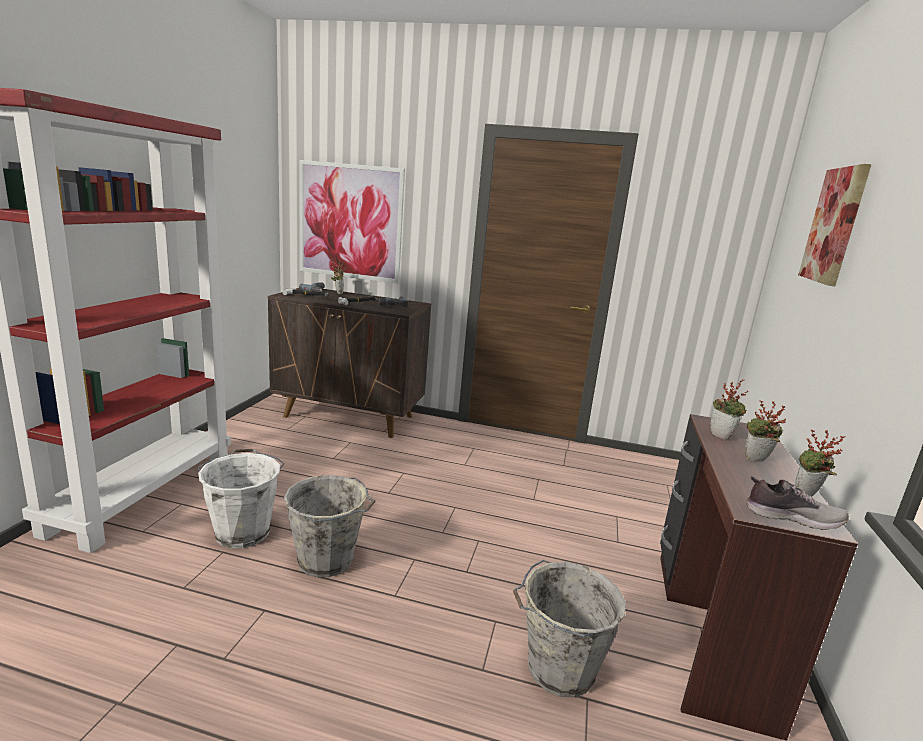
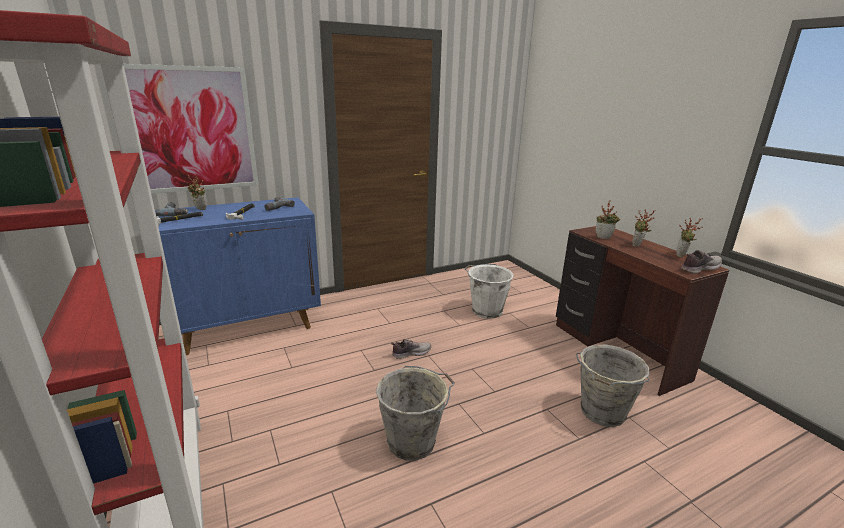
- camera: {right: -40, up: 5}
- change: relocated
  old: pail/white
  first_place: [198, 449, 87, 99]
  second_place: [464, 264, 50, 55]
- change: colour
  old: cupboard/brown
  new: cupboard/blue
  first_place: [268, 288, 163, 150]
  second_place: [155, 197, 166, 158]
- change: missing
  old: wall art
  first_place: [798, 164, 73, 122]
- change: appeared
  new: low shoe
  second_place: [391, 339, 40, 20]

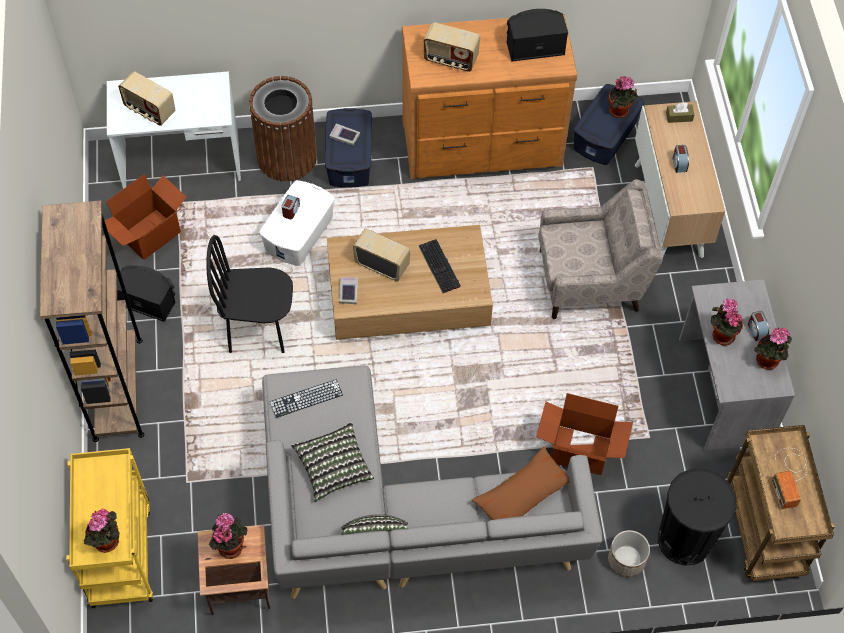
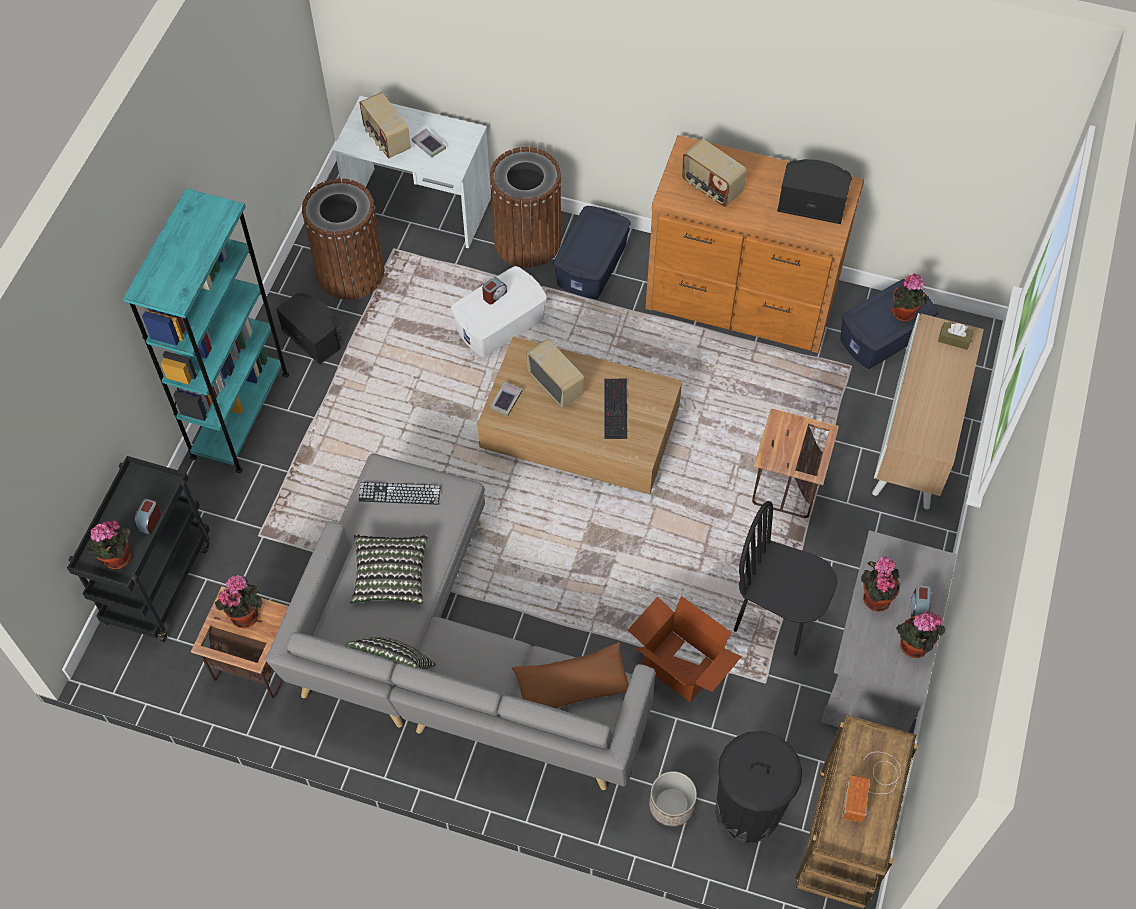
- camera: {right: 25, up: 0}
- change: colour
  old: bookshelf/brown
  new: bookshelf/blue-green
  first_place: [40, 200, 104, 242]
  second_place: [123, 189, 166, 284]
- change: colour
  old: wheeled cart/yellowish
  new: wheeled cart/black
  first_place: [66, 448, 87, 160]
  second_place: [67, 456, 143, 186]
- change: exchanged
  old: packing box
  new: waste bin/brown
  first_place: [104, 174, 83, 86]
  second_place: [302, 178, 82, 122]
- change: relocated
  old: plain chair/black
  first_place: [206, 235, 87, 118]
  second_place: [734, 501, 103, 155]
- change: relocated
  old: book
  first_place: [330, 123, 30, 23]
  second_place: [412, 128, 34, 29]
- change: exchanged
  old: easy chair/beige-coloured
  new: end table
  first_place: [538, 179, 125, 140]
  second_place: [752, 408, 87, 110]
- change: relocated
  old: table clock
  first_place: [673, 145, 16, 28]
  second_place: [134, 499, 27, 36]

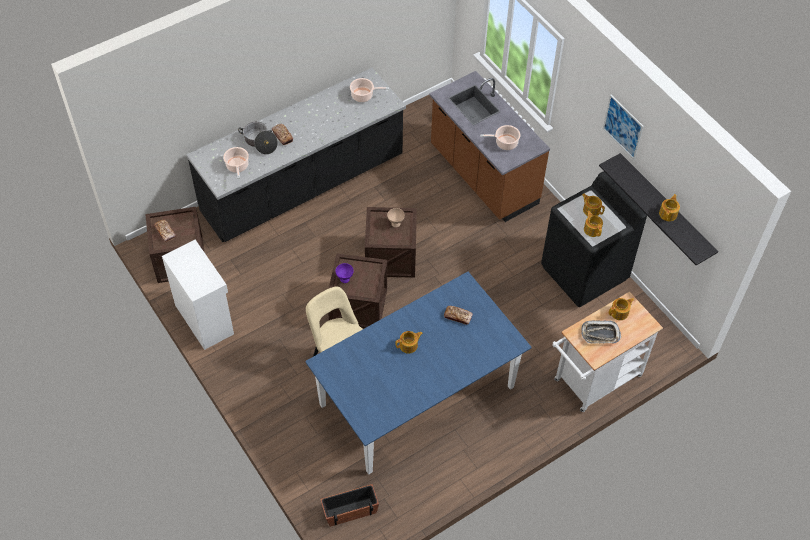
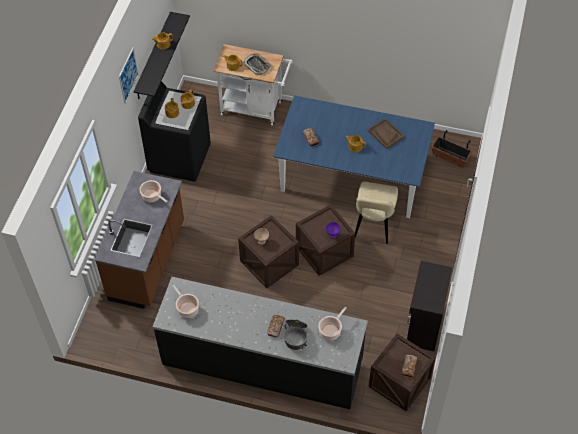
- camera: {right: -130, up: 0}
- change: colour
  old: cupboard/white
  new: cupboard/black
  first_place: [162, 240, 72, 110]
  second_place: [407, 261, 45, 90]
- change: appeared
  new: tray/brown
  second_place: [368, 118, 37, 31]

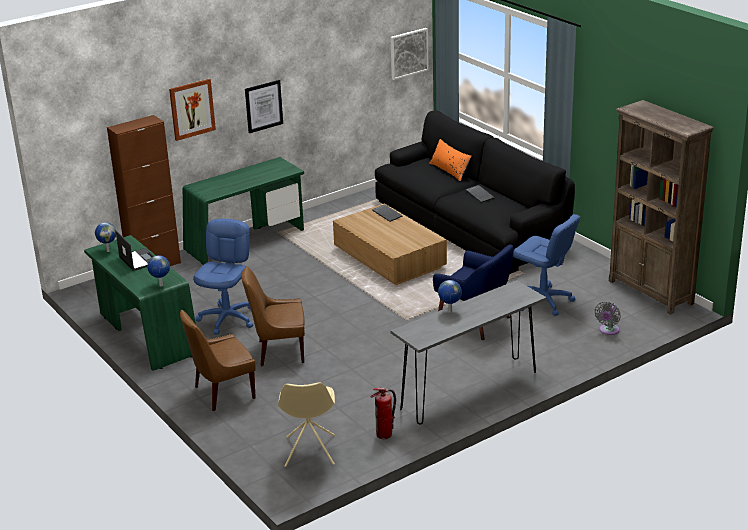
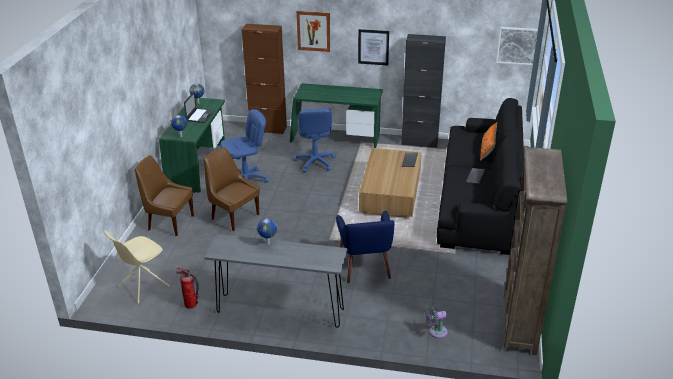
- camera: {right: 45, up: 5}
- change: relocated
  old: desk chair/blue
  first_place: [513, 214, 68, 102]
  second_place: [293, 108, 43, 65]
- change: appeared
  new: cupboard/black
  second_place: [401, 34, 45, 114]

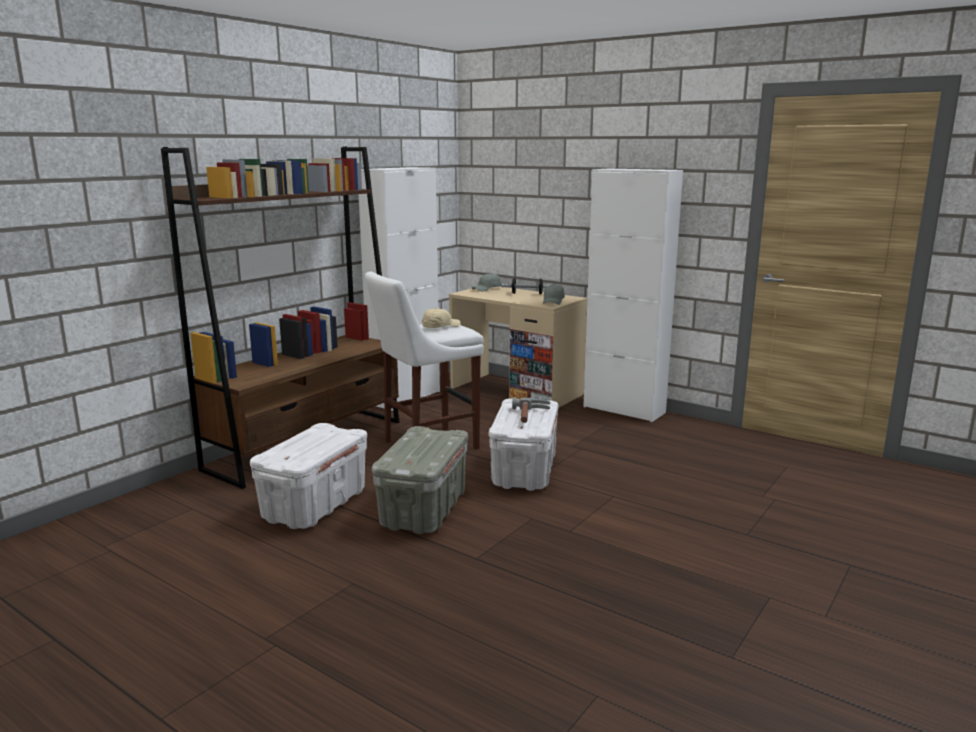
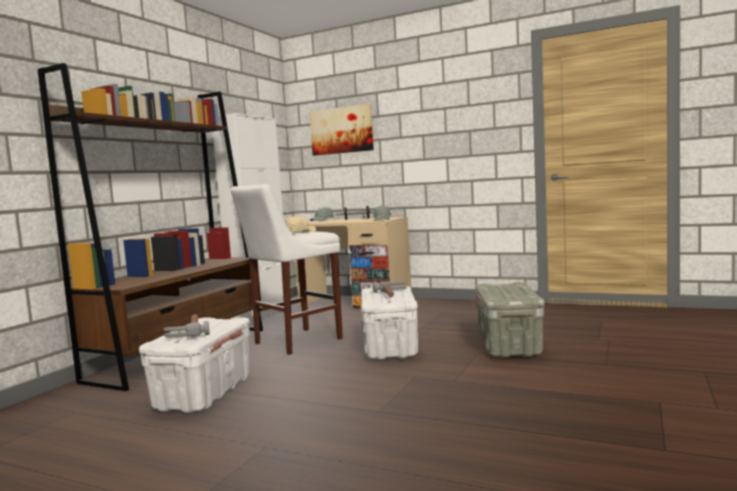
- camera: {right: -10, up: -10}
- change: relocated
  old: storage container/grey
  first_place: [372, 426, 96, 108]
  second_place: [475, 282, 70, 76]
- change: missing
  old: cupboard/white
  first_place: [583, 168, 100, 254]
- change: appeared
  new: tool hammer
  second_place: [163, 314, 47, 23]
- change: appeared
  new: wall art
  second_place: [310, 104, 64, 52]

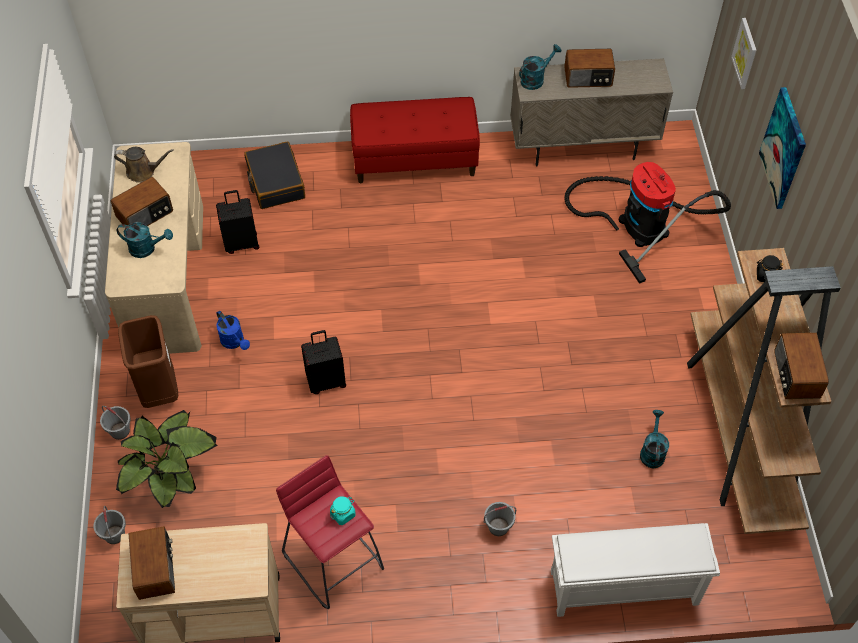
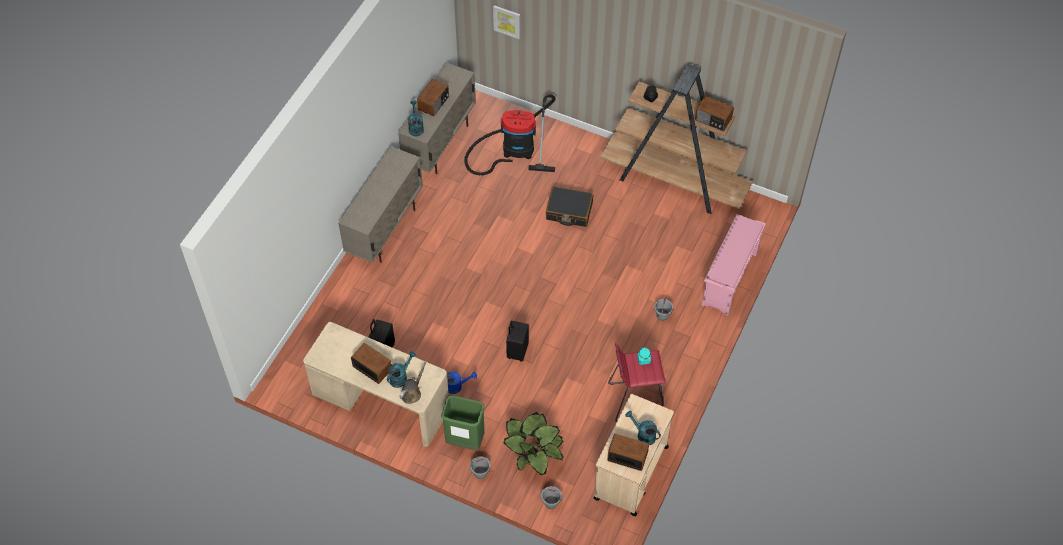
- camera: {right: -60, up: 0}
- change: spun
  old: radio
  first_place: [110, 177, 63, 49]
  second_place: [351, 343, 41, 41]
  degrees: -45
- change: relocated
  old: watering pot/brown
  first_place: [114, 147, 60, 36]
  second_place: [399, 361, 28, 43]
- change: colour
  old: waste bin/brown
  new: waste bin/green
  first_place: [118, 315, 60, 93]
  second_place: [441, 396, 44, 54]
- change: relocated
  old: travel case/black
  first_place: [244, 142, 61, 67]
  second_place: [546, 186, 47, 41]
- change: exchanged
  old: indoor bench/reddish
  new: cupboard/beige-coloured
  first_place: [350, 97, 130, 86]
  second_place: [338, 146, 85, 117]
- change: colour
  old: shoe stand/white
  new: shoe stand/pink-coloured
  first_place: [551, 523, 169, 94]
  second_place: [701, 214, 65, 102]
- change: relocated
  old: watering pot/blue-green
  first_place: [640, 410, 29, 58]
  second_place: [625, 411, 36, 34]
- change: missing
  old: wall art
  first_place: [759, 87, 47, 122]

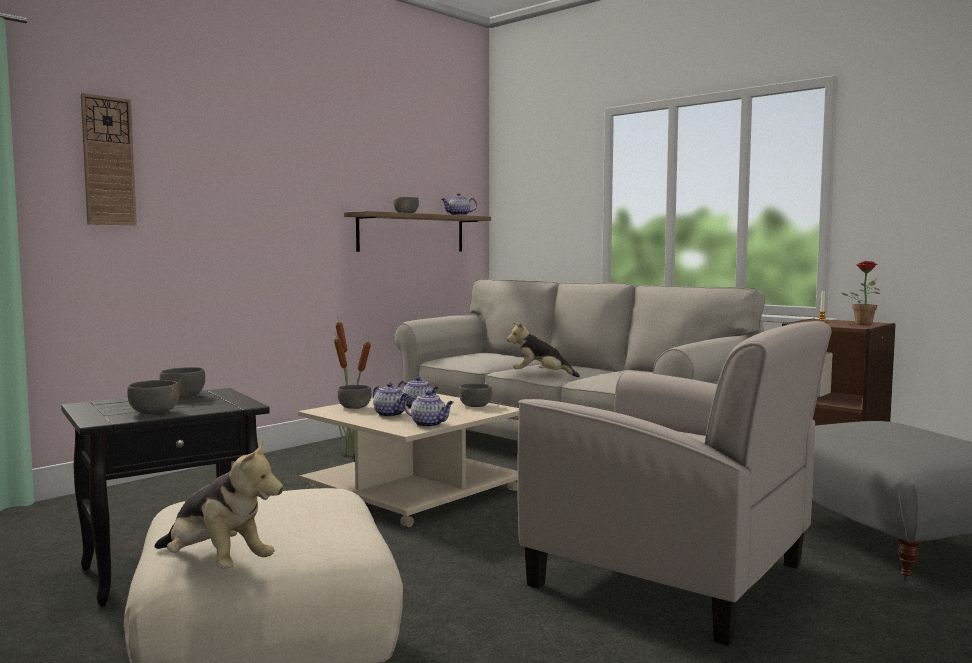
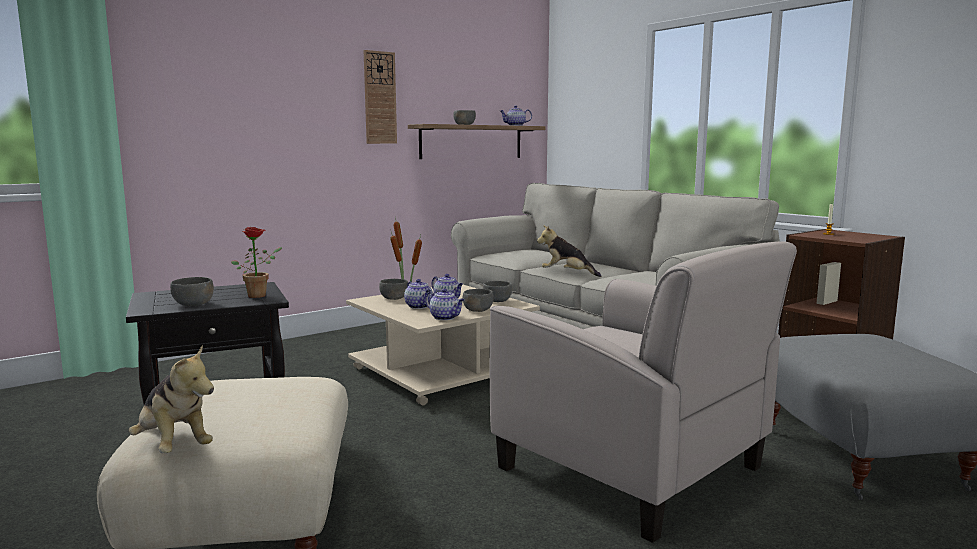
- camera: {right: 10, up: 5}
- change: relocated
  old: hanging clock
  first_place: [81, 93, 56, 132]
  second_place: [364, 50, 33, 94]
- change: relocated
  old: serving bowl/grey
  first_place: [159, 367, 46, 31]
  second_place: [463, 289, 31, 23]
- change: relocated
  old: potted plant
  first_place: [841, 261, 39, 64]
  second_place: [231, 227, 51, 71]

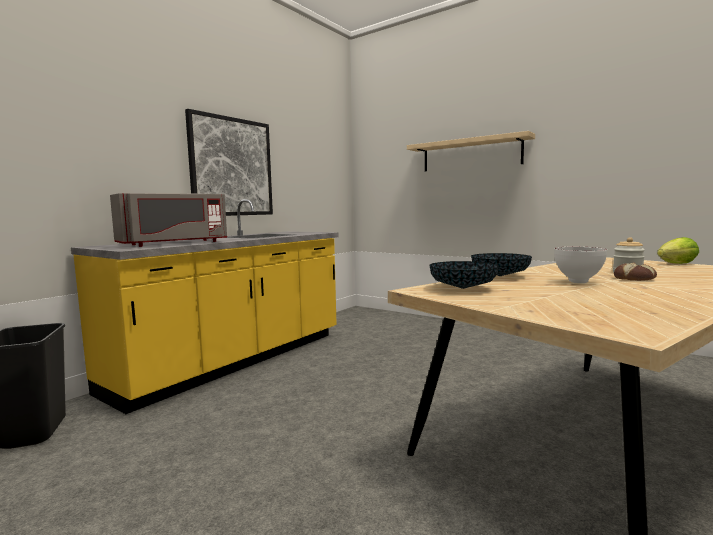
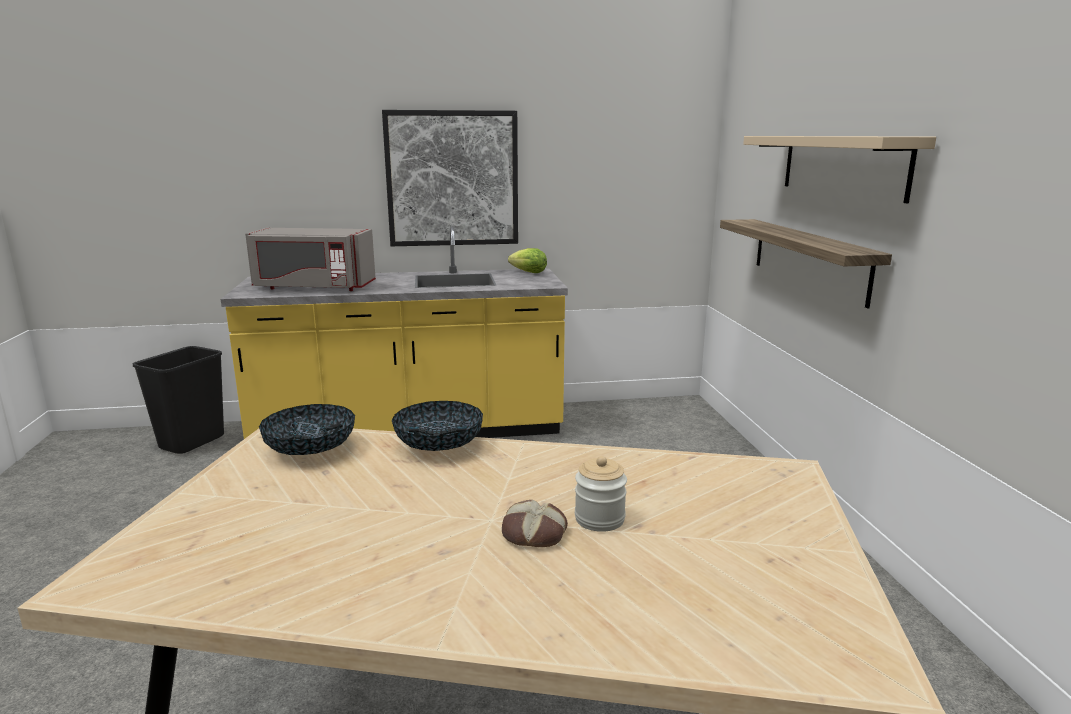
- camera: {right: 45, up: 10}
- change: missing
  old: serving bowl/white
  first_place: [554, 247, 53, 36]
- change: relocated
  old: lettuce
  first_place: [657, 237, 42, 27]
  second_place: [508, 248, 39, 25]
- change: appeared
  new: bracket shelf
  second_place: [720, 219, 172, 90]

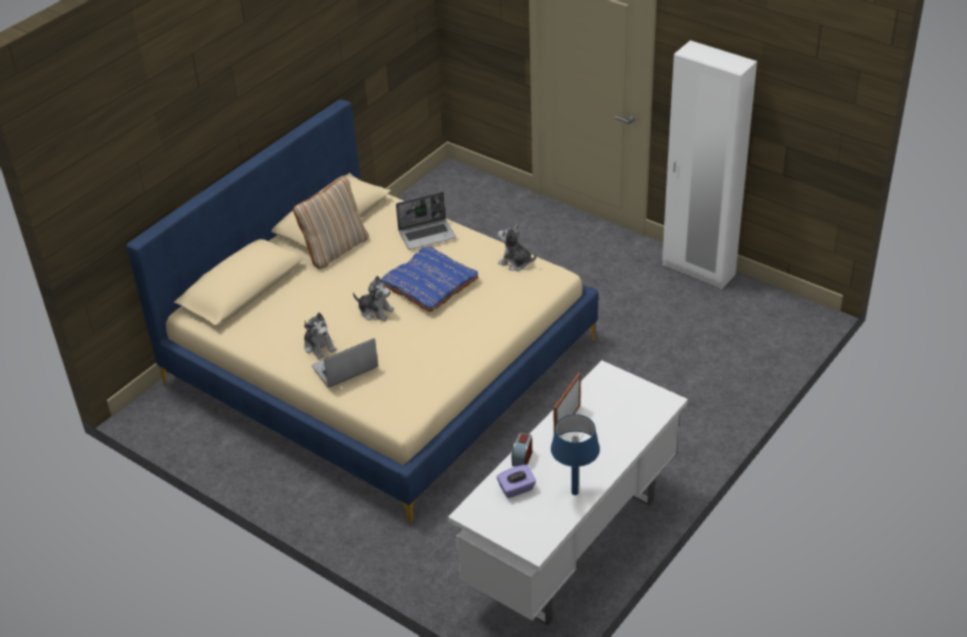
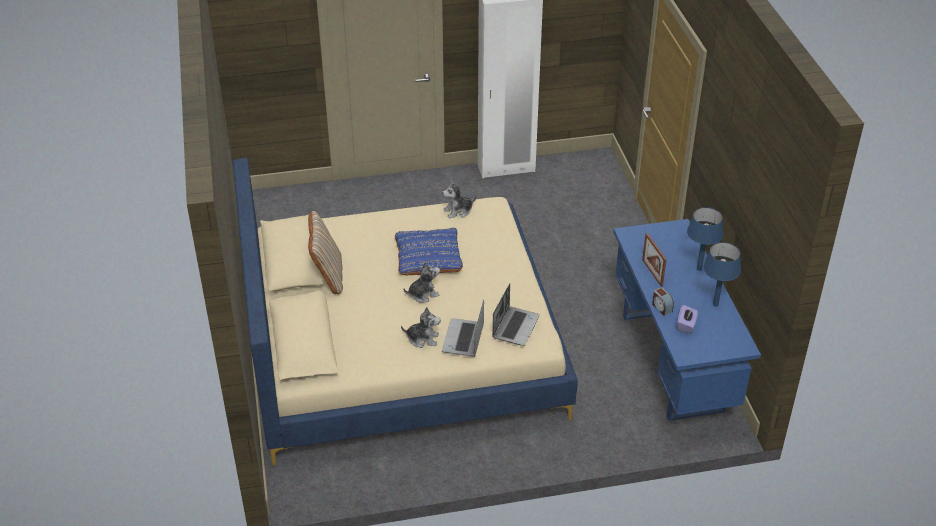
- camera: {right: -50, up: 0}
- change: relocated
  old: notebook computer
  first_place: [396, 192, 60, 58]
  second_place: [492, 284, 48, 62]
- change: colour
  old: desk table/white
  new: desk table/blue
  first_place: [448, 360, 240, 266]
  second_place: [613, 219, 148, 202]
- change: appeared
  new: table lamp/blue
  second_place: [687, 207, 36, 64]

